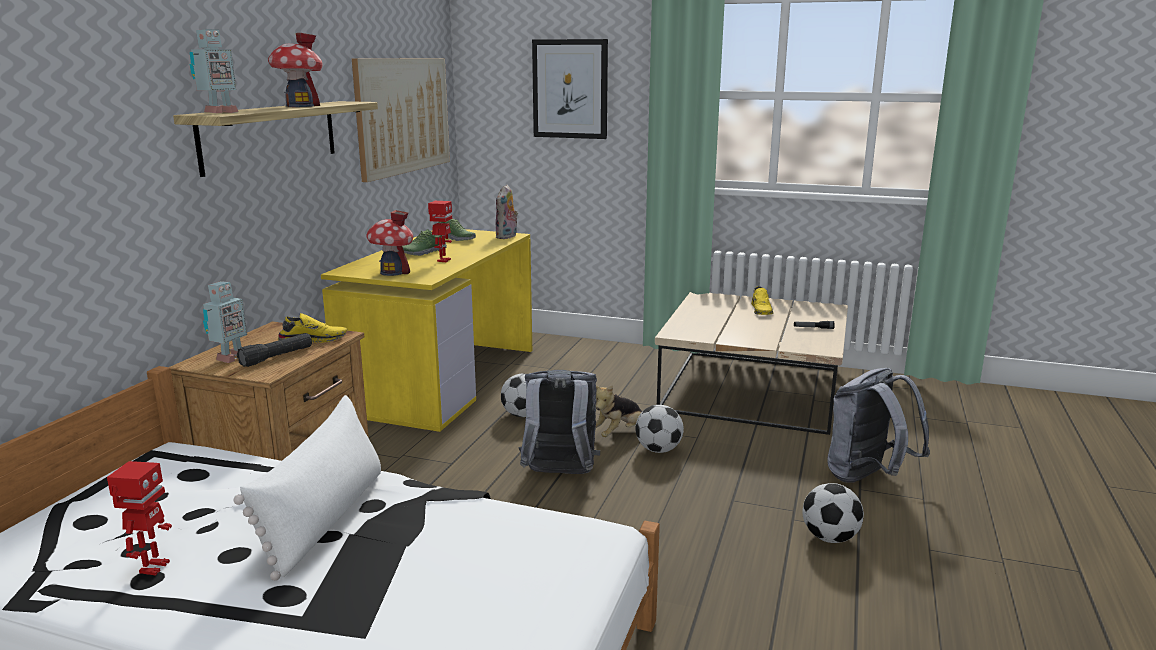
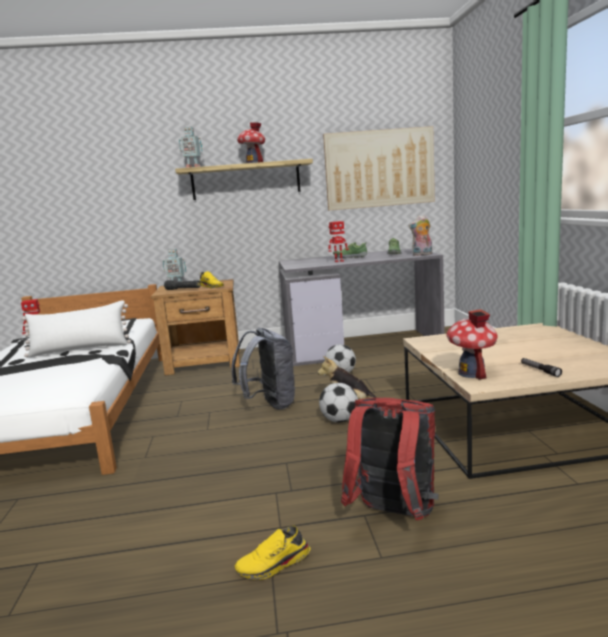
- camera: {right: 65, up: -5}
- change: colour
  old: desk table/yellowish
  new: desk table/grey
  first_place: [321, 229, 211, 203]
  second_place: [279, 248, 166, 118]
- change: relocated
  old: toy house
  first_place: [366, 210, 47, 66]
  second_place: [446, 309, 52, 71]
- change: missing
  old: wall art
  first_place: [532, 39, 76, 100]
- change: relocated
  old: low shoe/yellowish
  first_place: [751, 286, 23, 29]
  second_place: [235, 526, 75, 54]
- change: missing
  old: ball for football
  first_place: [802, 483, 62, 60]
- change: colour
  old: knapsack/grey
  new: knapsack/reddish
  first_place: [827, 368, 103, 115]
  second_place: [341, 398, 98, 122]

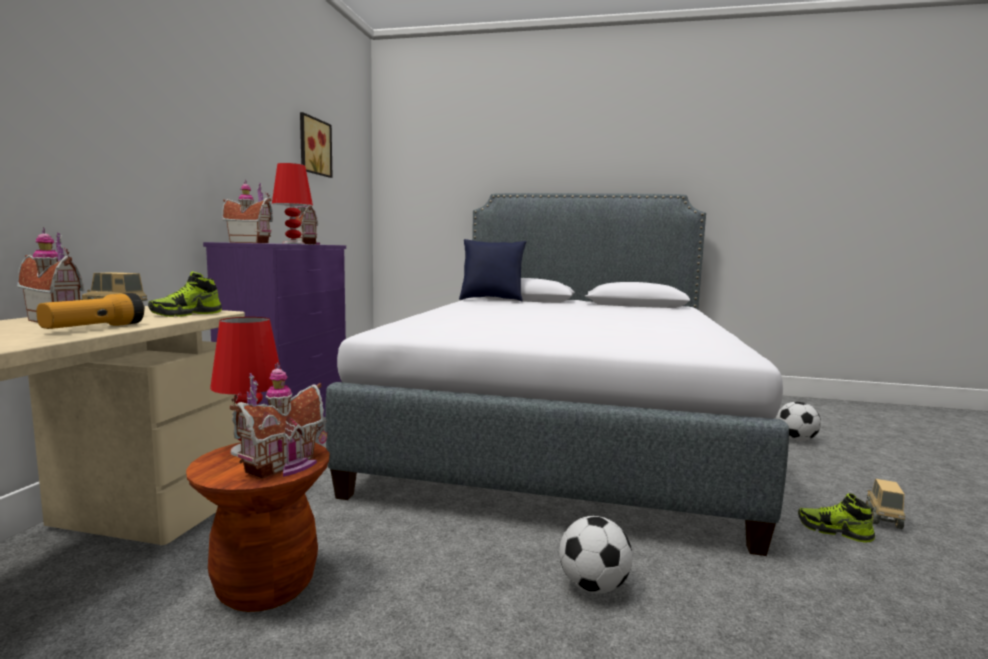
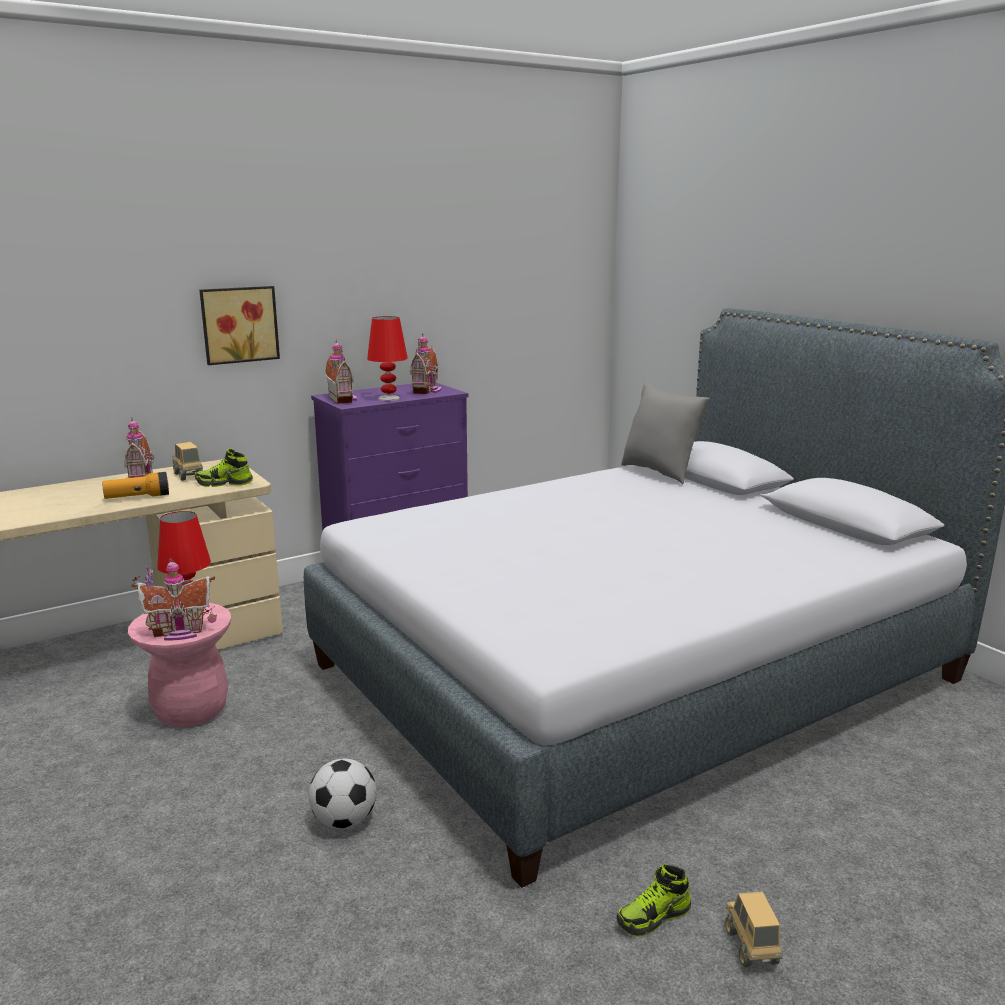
- camera: {right: 45, up: 10}
- change: colour
  old: sitting stool/brown
  new: sitting stool/pink-coloured
  first_place: [186, 442, 144, 170]
  second_place: [128, 603, 103, 125]
- change: relocated
  old: wall art
  first_place: [300, 112, 33, 66]
  second_place: [199, 286, 81, 79]
- change: colour
  old: pillow/blue
  new: pillow/grey
  first_place: [459, 239, 67, 62]
  second_place: [621, 382, 89, 103]
- change: missing
  old: ball for football
  first_place: [776, 401, 45, 40]
- change: spun
  old: low shoe
  first_place: [798, 493, 77, 50]
  second_place: [616, 864, 75, 73]
  degrees: -105
- change: spun
  old: toy lorry
  first_place: [866, 478, 39, 51]
  second_place: [725, 891, 57, 76]
  degrees: -75

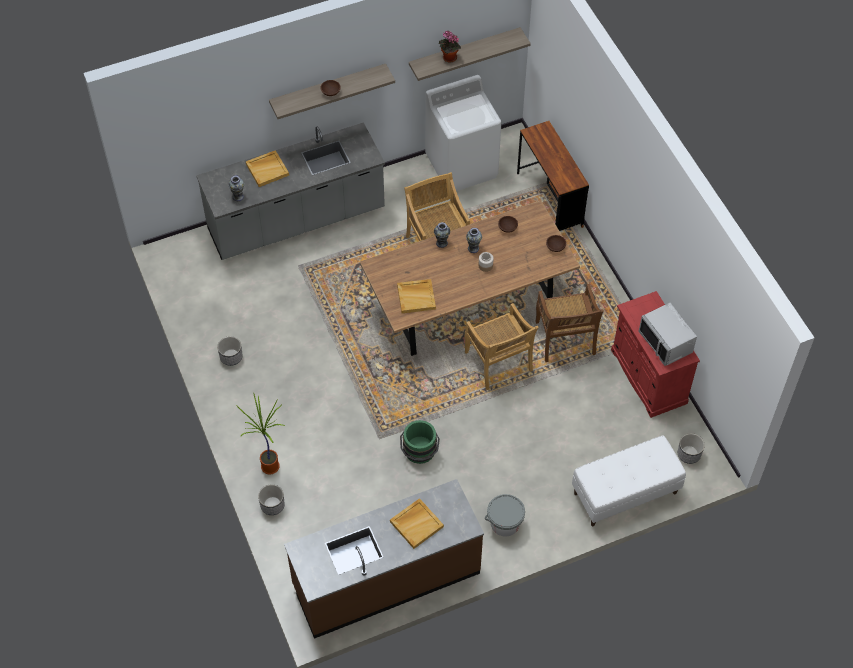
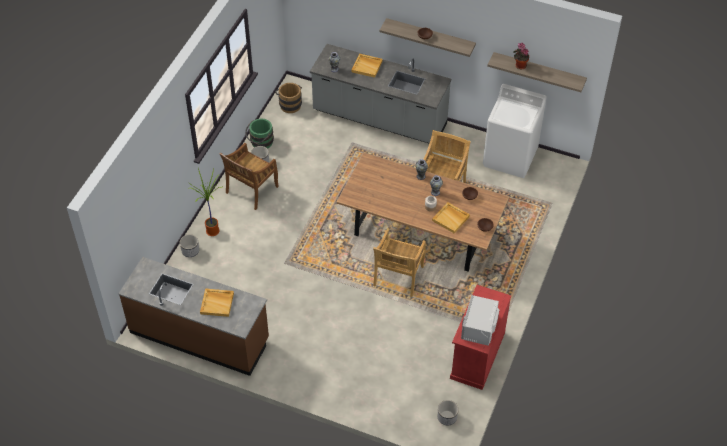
- camera: {right: 45, up: -5}
- change: relocated
  old: tray/beige-coloured
  first_place: [397, 279, 39, 34]
  second_place: [432, 202, 38, 32]
- change: relocated
  old: pail/green
  first_place: [400, 420, 40, 44]
  second_place: [245, 118, 29, 31]
- change: missing
  old: pail/grey
  first_place: [485, 494, 40, 43]
- change: missing
  old: desk table/brown
  first_place: [517, 121, 72, 110]
- change: relocated
  old: plain chair/brown
  first_place: [535, 284, 69, 78]
  second_place: [220, 143, 59, 67]
- change: missing
  old: indoor bench/white
  first_place: [572, 435, 114, 91]
- change: appeared
  new: pail/brown
  second_place: [275, 83, 27, 30]

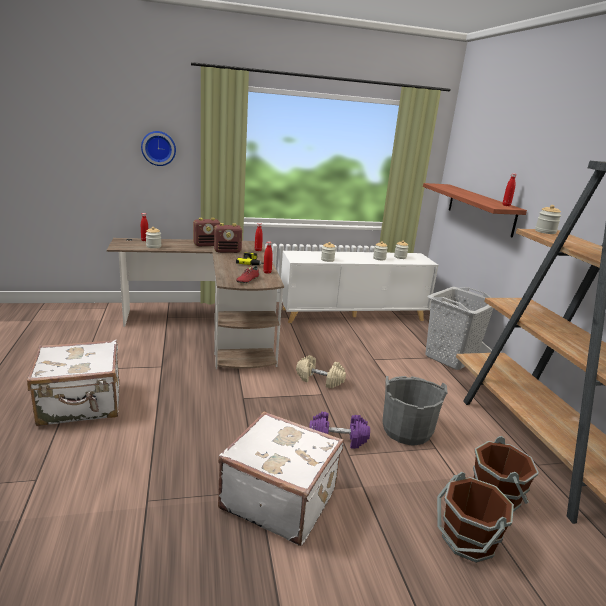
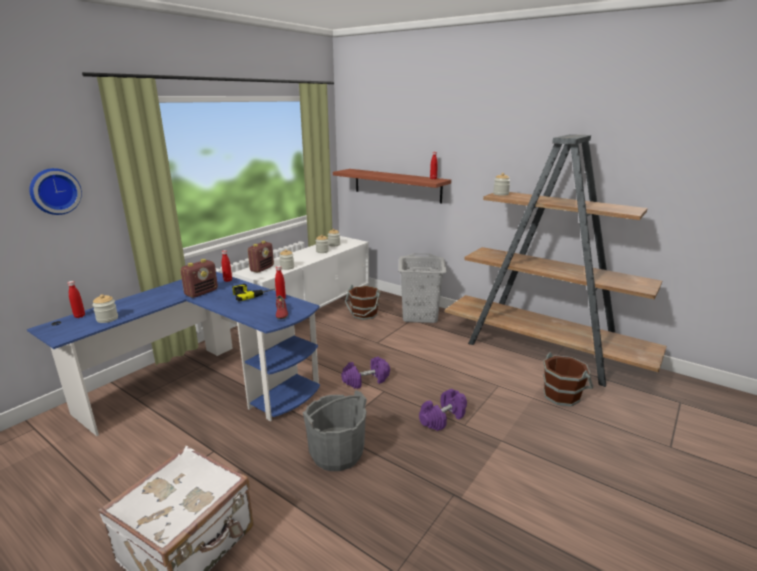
- camera: {right: -40, up: 0}
- change: colour
  old: desk table/brown
  new: desk table/blue
  first_place: [107, 238, 177, 131]
  second_place: [27, 272, 293, 164]
- change: relocated
  old: radio
  first_place: [193, 218, 27, 28]
  second_place: [248, 241, 26, 31]
- change: missing
  old: travel case/white
  first_place: [218, 411, 126, 135]
- change: colour
  old: free weight/beige-coloured
  new: free weight/purple-coloured
  first_place: [296, 355, 50, 33]
  second_place: [341, 357, 49, 32]
- change: relocated
  old: pail/grey
  first_place: [382, 376, 66, 69]
  second_place: [302, 390, 65, 81]
- change: relocated
  old: pail/brown
  first_place: [437, 472, 77, 91]
  second_place: [345, 285, 36, 35]

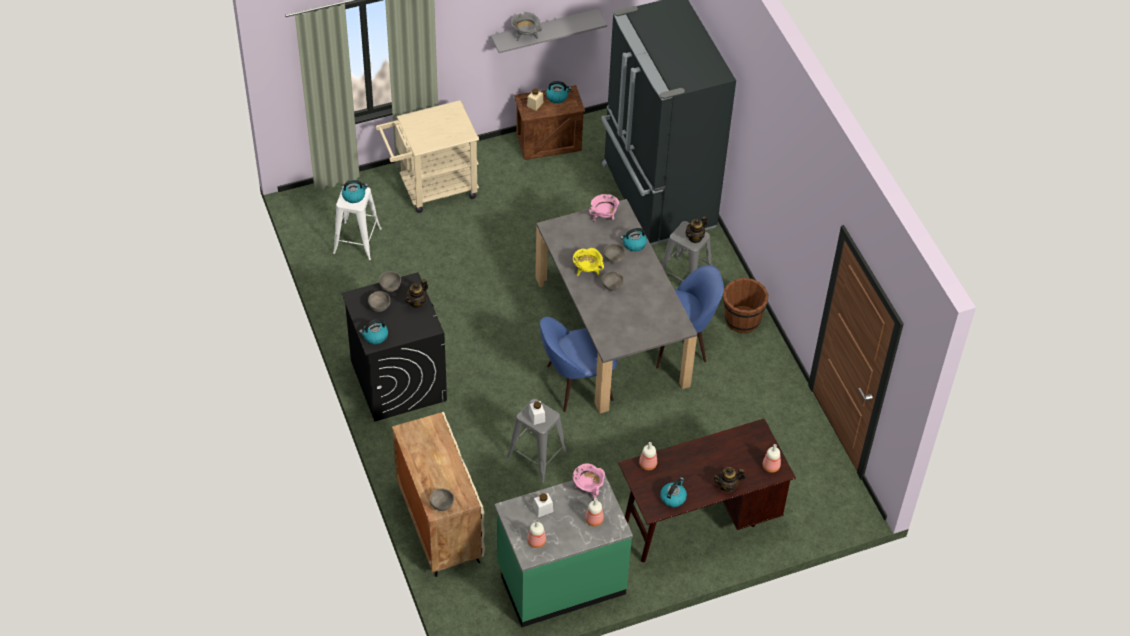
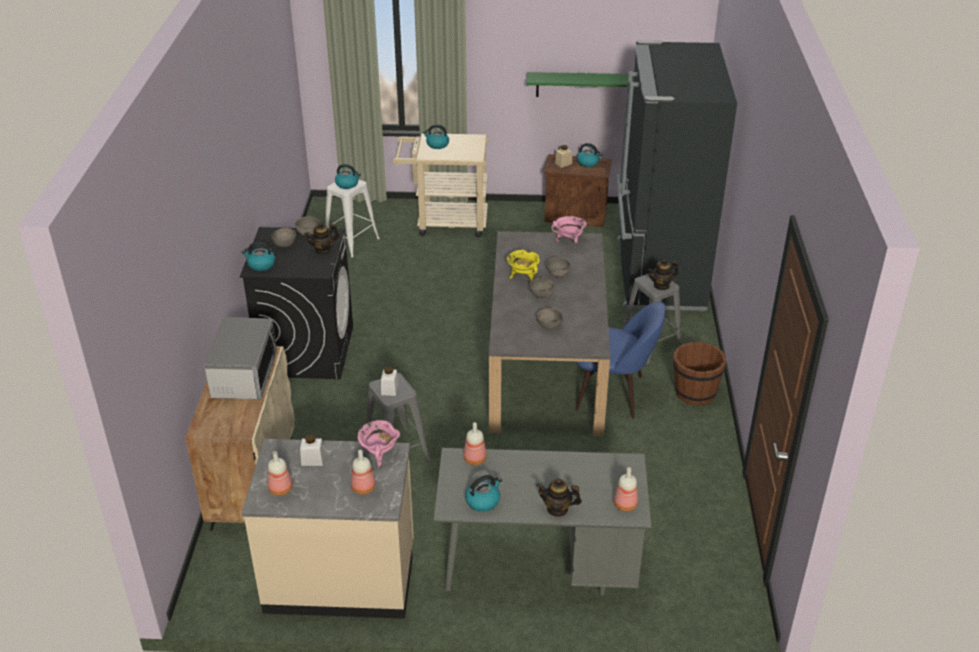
- camera: {right: 25, up: -15}
- change: relocated
  old: serving bowl/grey
  first_place: [430, 488, 24, 23]
  second_place: [536, 308, 27, 22]
- change: colour
  old: bracket shelf/grey
  new: bracket shelf/green
  first_place: [491, 9, 116, 44]
  second_place: [526, 72, 108, 25]
- change: colour
  old: kitchen counter/green
  new: kitchen counter/beige-coloured
  first_place: [494, 475, 139, 152]
  second_place: [242, 439, 172, 180]
- change: missing
  old: stockpot/grey
  first_place: [512, 12, 30, 29]
- change: missing
  old: plain chair/blue
  first_place: [540, 317, 77, 95]
- change: colour
  old: desk table/brown
  new: desk table/grey
  first_place: [618, 419, 178, 143]
  second_place: [434, 448, 217, 148]
- change: relocated
  old: tea kettle
  first_place: [620, 228, 27, 23]
  second_place: [423, 125, 26, 24]
- change: appeared
  new: microwave
  second_place: [204, 317, 73, 83]

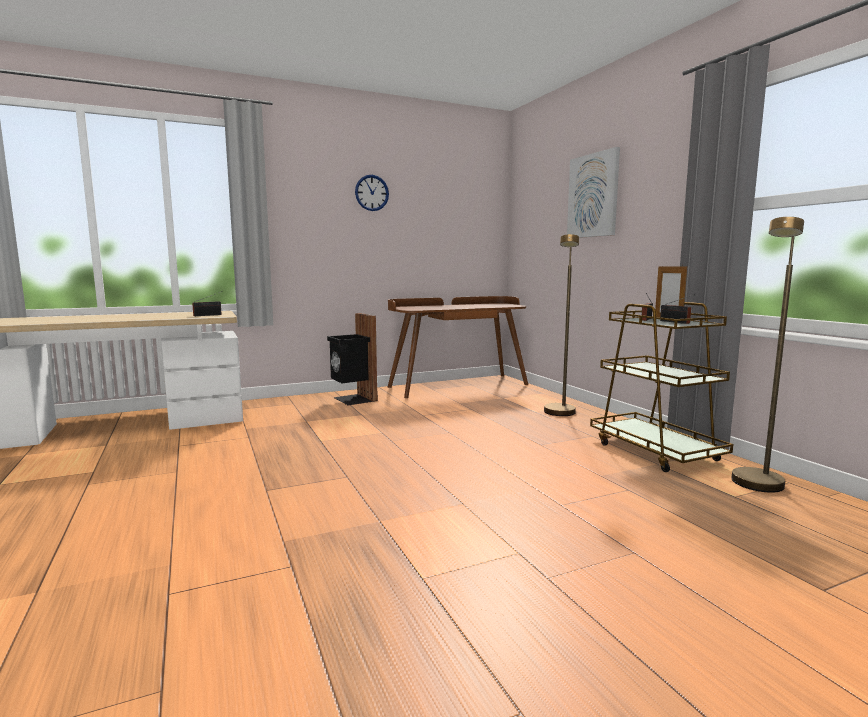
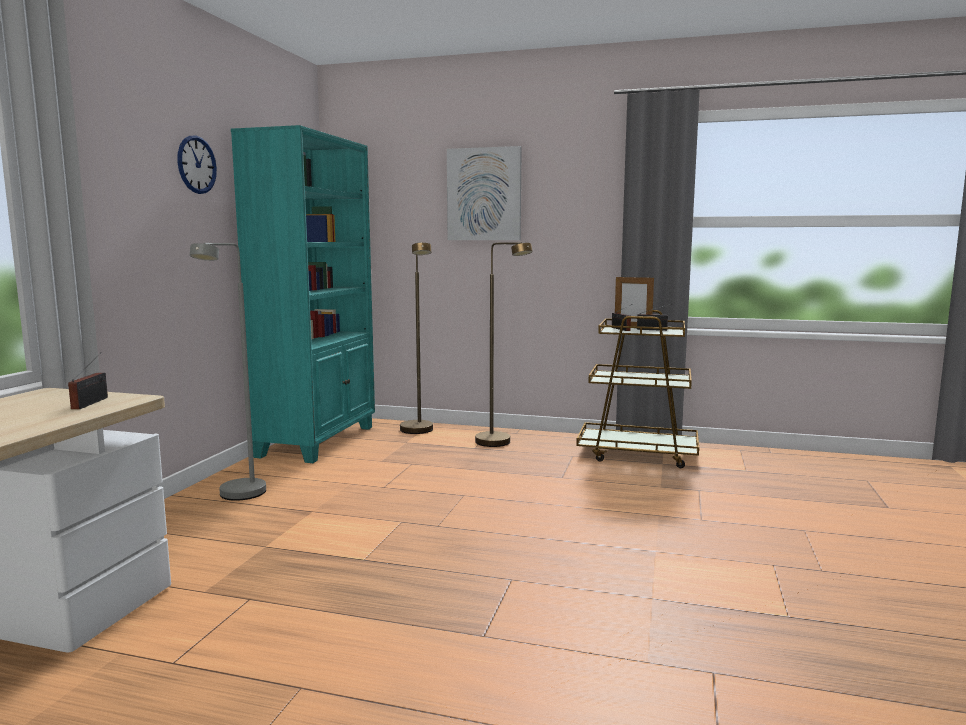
- camera: {right: -50, up: 0}
- change: exchanged
  old: waste bin/black
  new: standard lamp/grey
  first_place: [327, 313, 51, 92]
  second_place: [190, 243, 76, 258]
- change: exchanged
  old: desk table/brown
  new: bookshelf/blue-green
  first_place: [387, 296, 141, 102]
  second_place: [231, 125, 144, 338]
- change: relocated
  old: standard lamp/brown
  first_place: [731, 217, 73, 276]
  second_place: [400, 242, 33, 192]

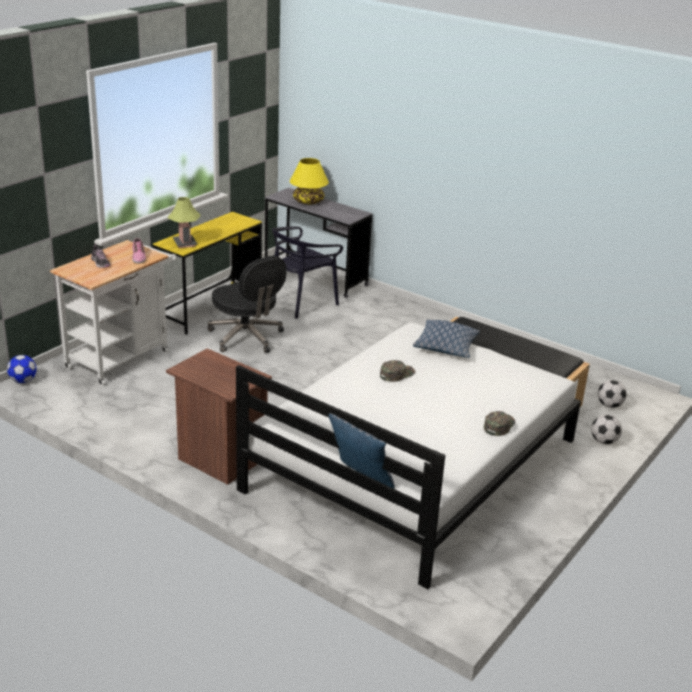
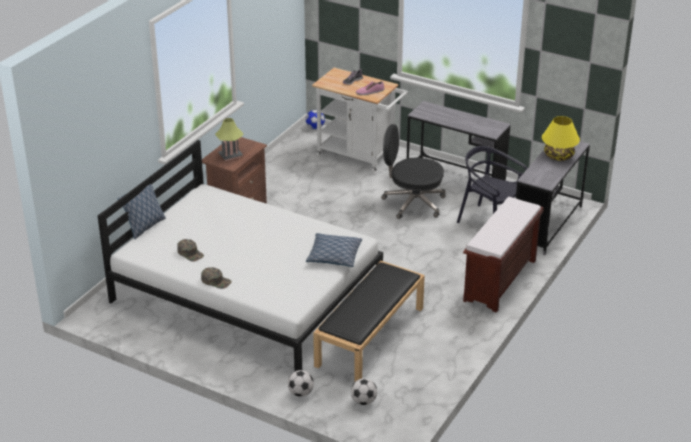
- camera: {right: 85, up: 5}
- change: colour
  old: desk table/yellowish
  new: desk table/grey
  first_place: [153, 212, 109, 123]
  second_place: [407, 101, 104, 101]
- change: relocated
  old: table lamp
  first_place: [167, 197, 34, 51]
  second_place: [215, 118, 29, 43]
- change: spun
  old: desk chair/black
  first_place: [207, 256, 80, 97]
  second_place: [381, 124, 65, 95]
  degrees: 60
- change: relocated
  old: baseball cap/green
  first_place: [380, 360, 35, 22]
  second_place: [177, 239, 27, 23]
- change: appeared
  new: indoor bench/brown
  second_place: [463, 197, 81, 116]

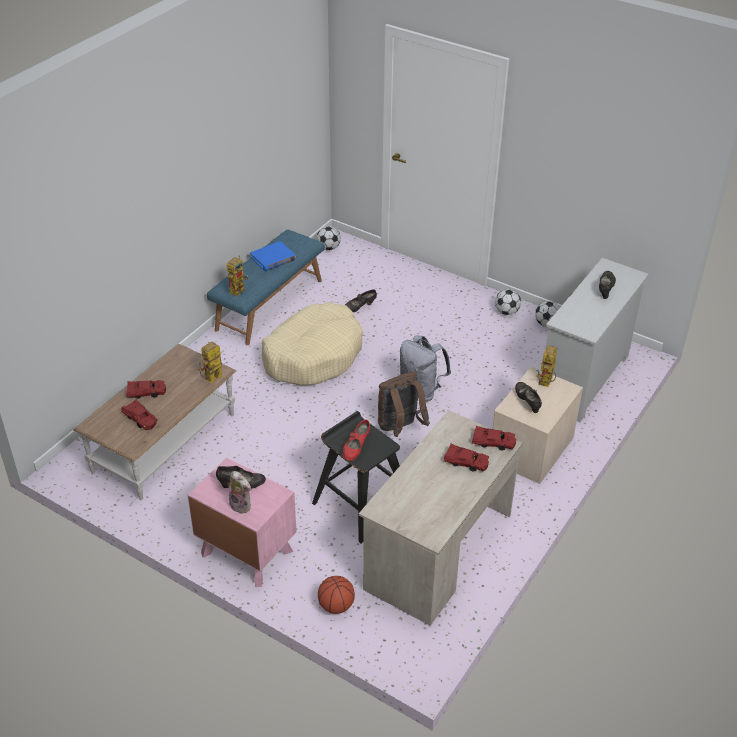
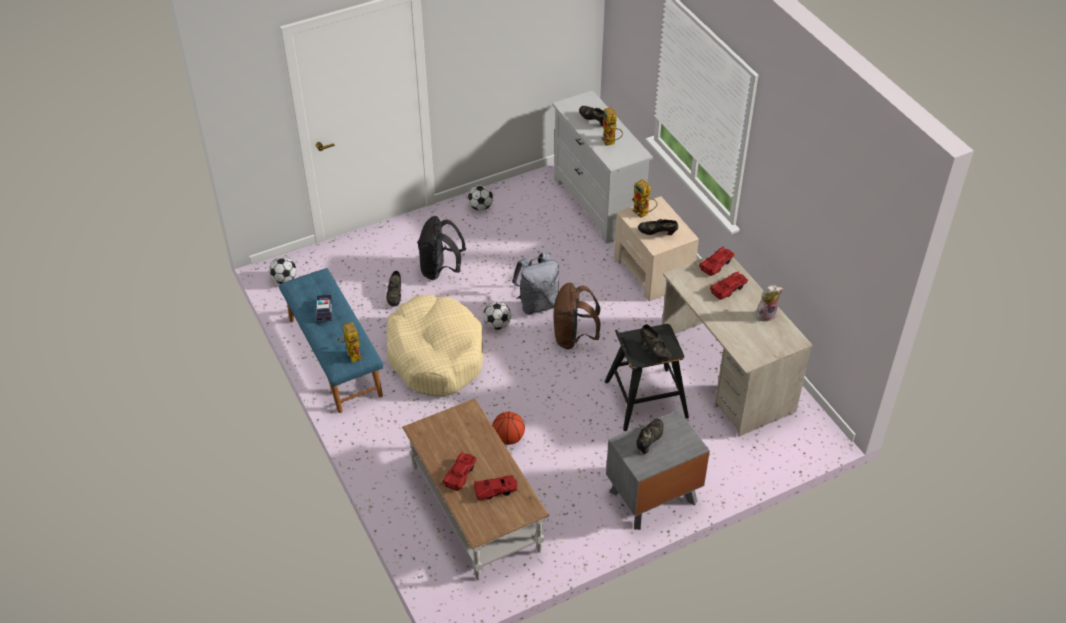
- camera: {right: -60, up: 5}
- change: colour
  old: nightstand/pink-coloured
  new: nightstand/grey
  first_place: [188, 458, 109, 129]
  second_place: [606, 410, 104, 120]
- change: relocated
  old: robot figure
  first_place: [198, 342, 24, 41]
  second_place: [602, 107, 21, 39]
- change: relocated
  old: plush toy
  first_place: [229, 471, 22, 43]
  second_place: [756, 285, 27, 36]
- change: exchanged
  old: book/blue
  new: miniature car
  first_place: [250, 241, 46, 30]
  second_place: [315, 295, 17, 27]
- change: relocated
  old: basketball ball
  first_place: [318, 576, 37, 38]
  second_place: [492, 412, 33, 33]
- change: colour
  old: low shoe/reddish
  new: low shoe/black
  first_place: [343, 420, 27, 41]
  second_place: [640, 324, 32, 37]
- change: relocated
  old: ball for football
  first_place: [535, 301, 25, 26]
  second_place: [483, 302, 28, 28]
- change: appeared
  new: knapsack/black
  second_place: [417, 216, 49, 64]

